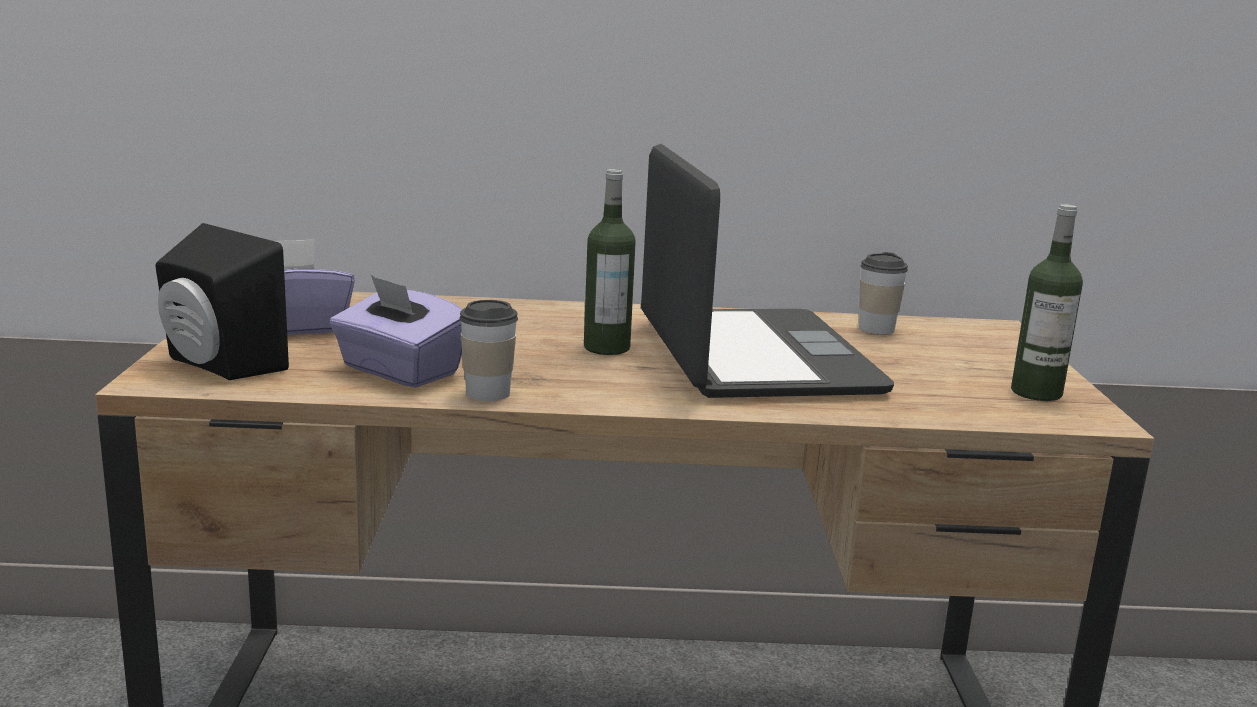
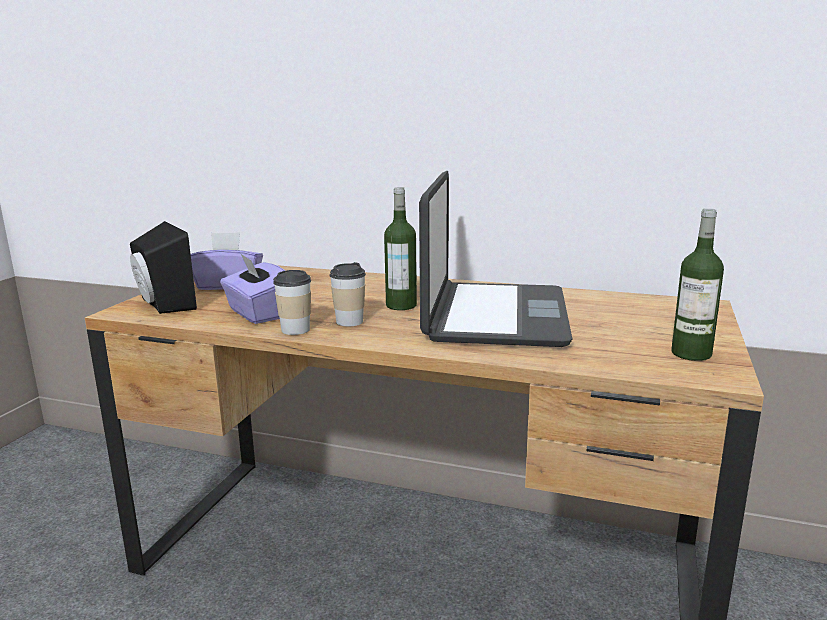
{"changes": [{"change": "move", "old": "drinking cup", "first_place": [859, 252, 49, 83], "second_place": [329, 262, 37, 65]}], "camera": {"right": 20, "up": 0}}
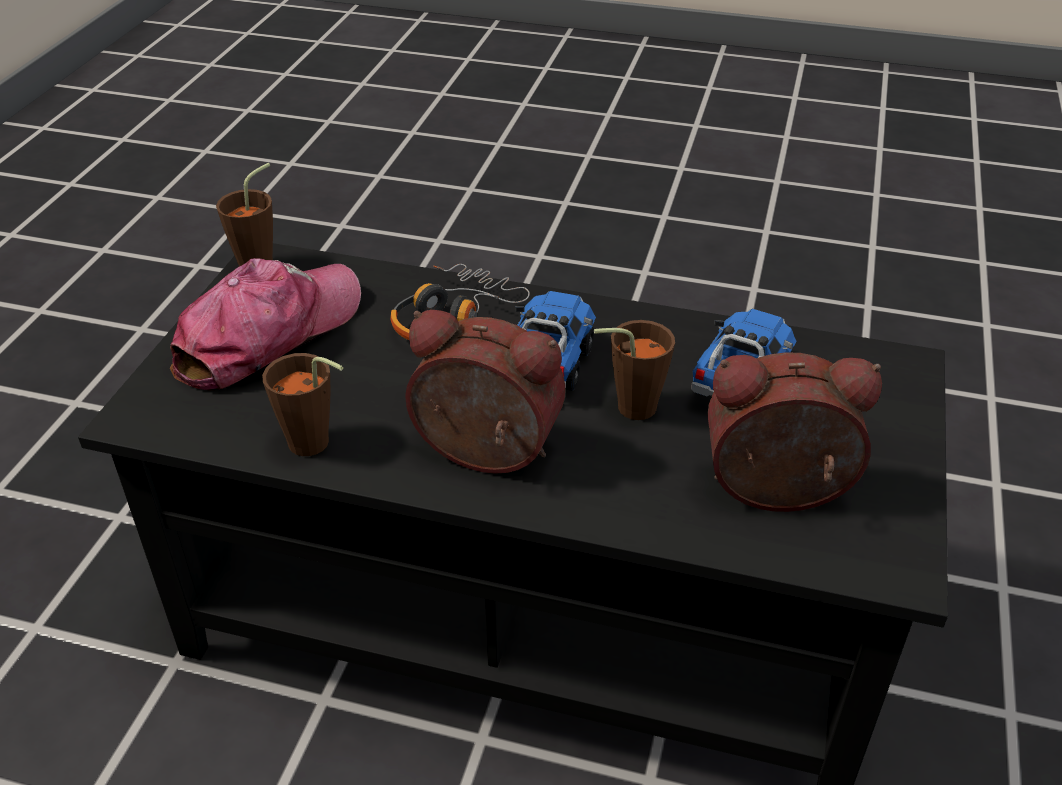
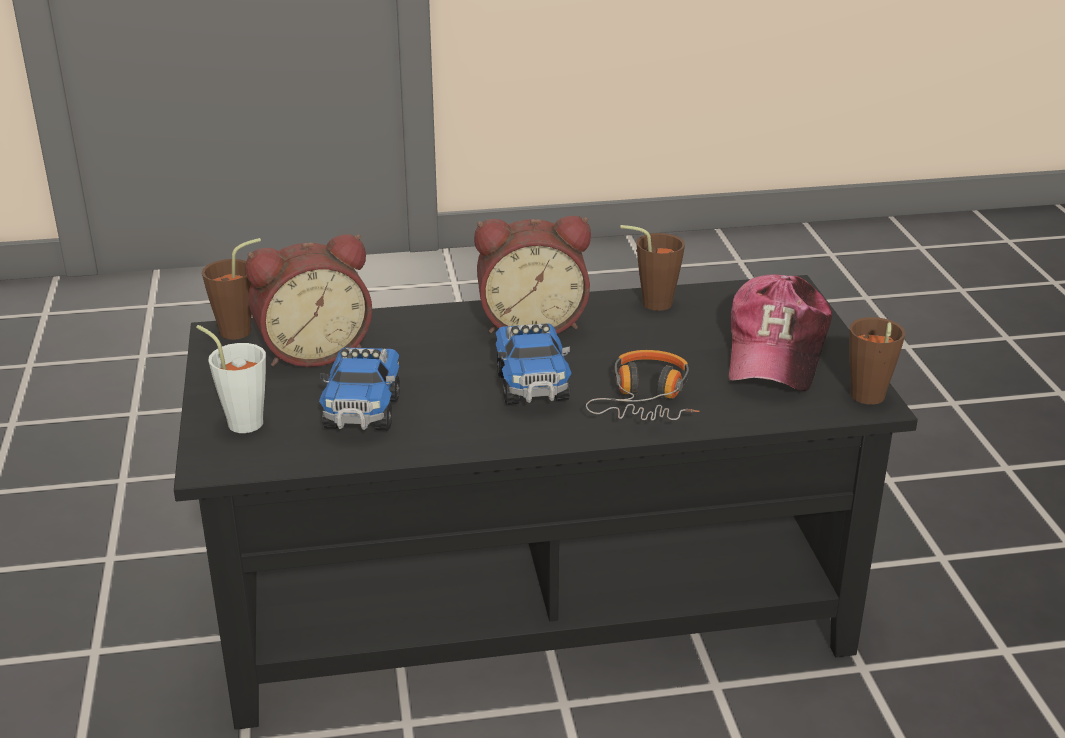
{"changes": [{"change": "move", "old": "drinking cup (brown)", "first_place": [594, 320, 81, 100], "second_place": [202, 238, 59, 102]}, {"change": "insert", "new": "drinking cup (white-coloured)", "second_place": [196, 325, 70, 108]}], "camera": {"right": 155, "up": -10}}
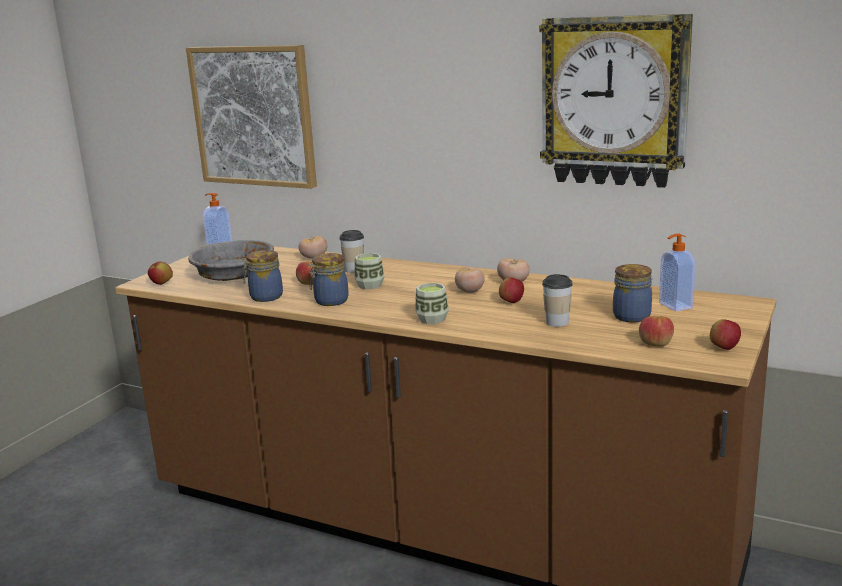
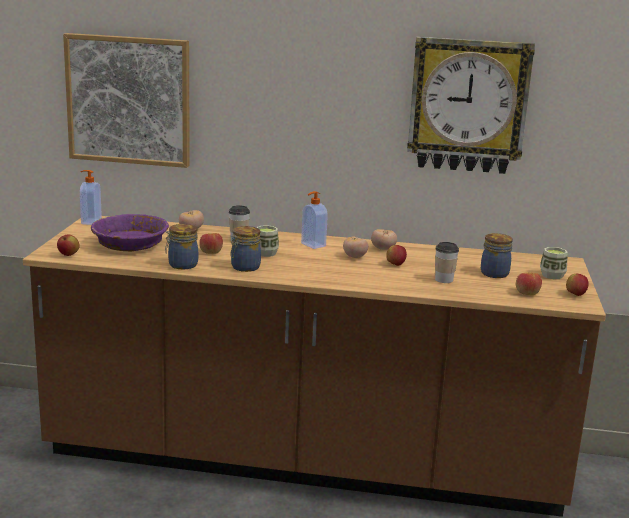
{"changes": [{"change": "recolor", "old": "deep dish (greyish)", "new": "deep dish (purple-coloured)", "first_place": [188, 240, 86, 41], "second_place": [91, 214, 78, 38]}, {"change": "move", "old": "drinking cup", "first_place": [415, 283, 34, 41], "second_place": [540, 247, 28, 32]}, {"change": "move", "old": "liquid soap bottle", "first_place": [659, 234, 37, 78], "second_place": [301, 191, 27, 58]}], "camera": {"right": -20, "up": 0}}
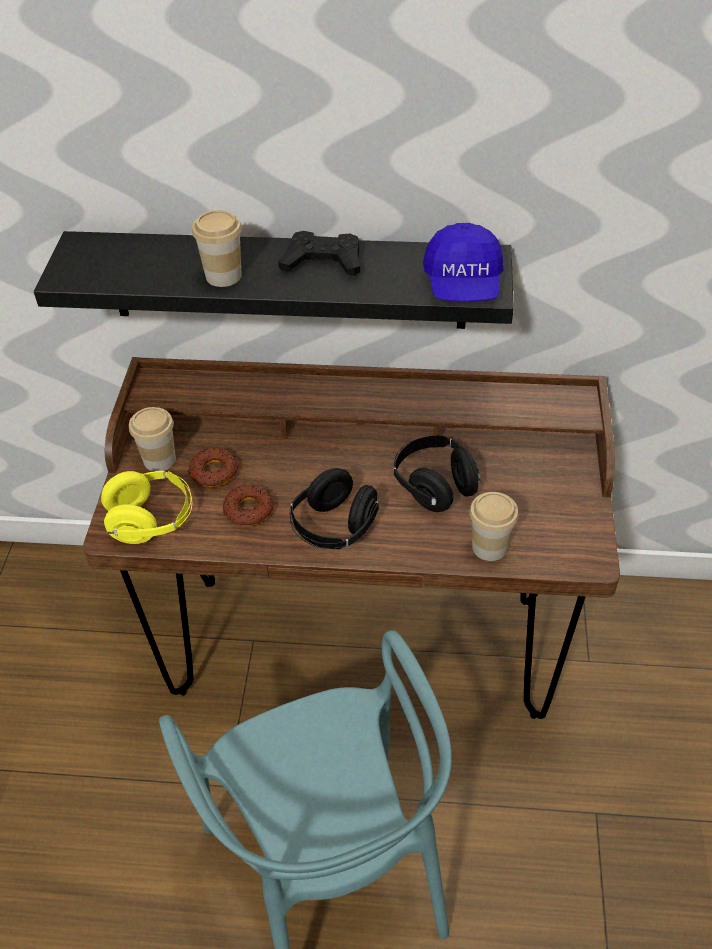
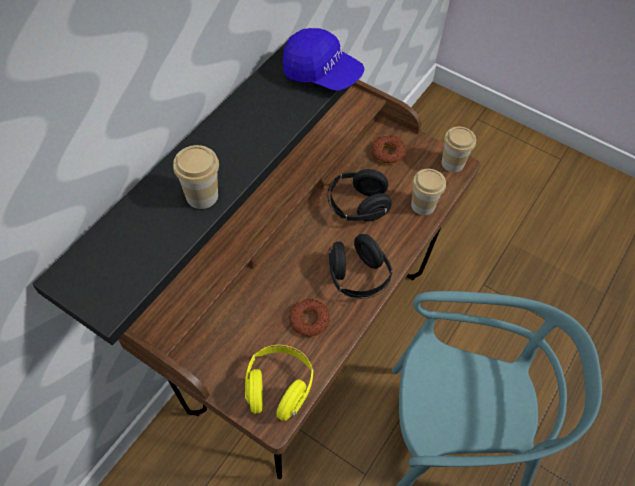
{"changes": [{"change": "move", "old": "drinking cup", "first_place": [129, 407, 47, 65], "second_place": [441, 127, 35, 45]}, {"change": "move", "old": "donut", "first_place": [188, 448, 50, 39], "second_place": [371, 135, 35, 29]}, {"change": "delete", "old": "game controller (black-coloured)", "first_place": [278, 231, 82, 45]}], "camera": {"right": -65, "up": 10}}
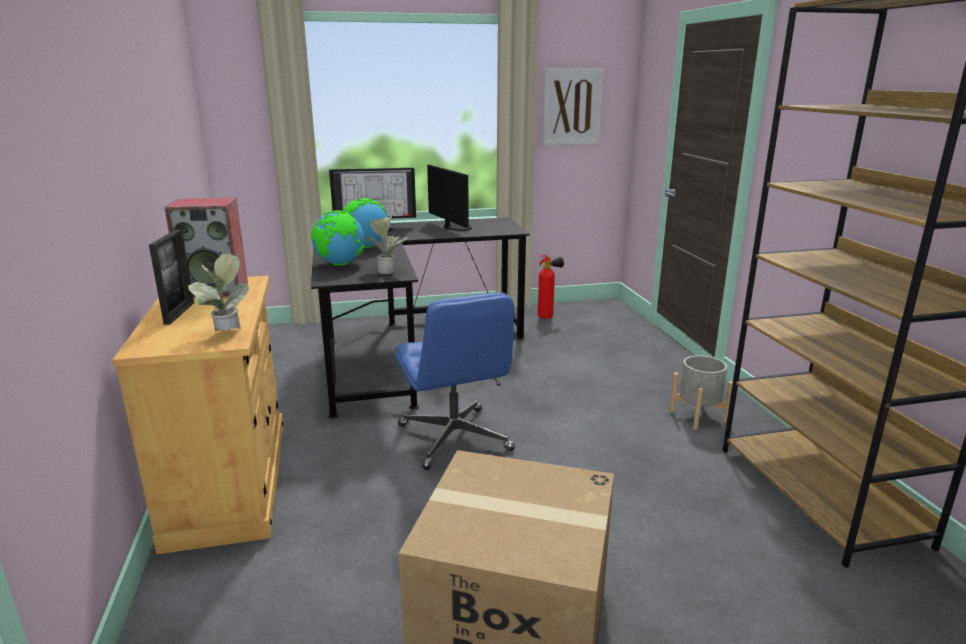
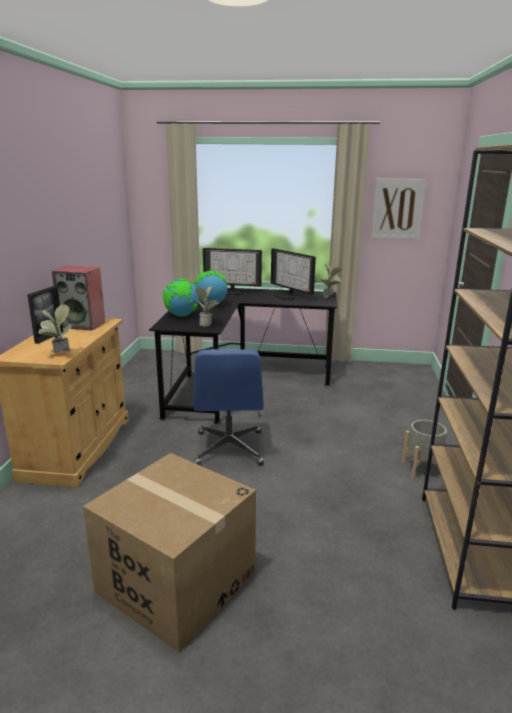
{"changes": [{"change": "rotate", "old": "computer display", "first_place": [427, 165, 45, 66], "second_place": [271, 248, 45, 52], "degrees": 150}, {"change": "delete", "old": "fire extinguisher", "first_place": [538, 255, 26, 64]}, {"change": "insert", "new": "plant in a pot", "second_place": [320, 264, 22, 34]}], "camera": {"right": 20, "up": 0}}
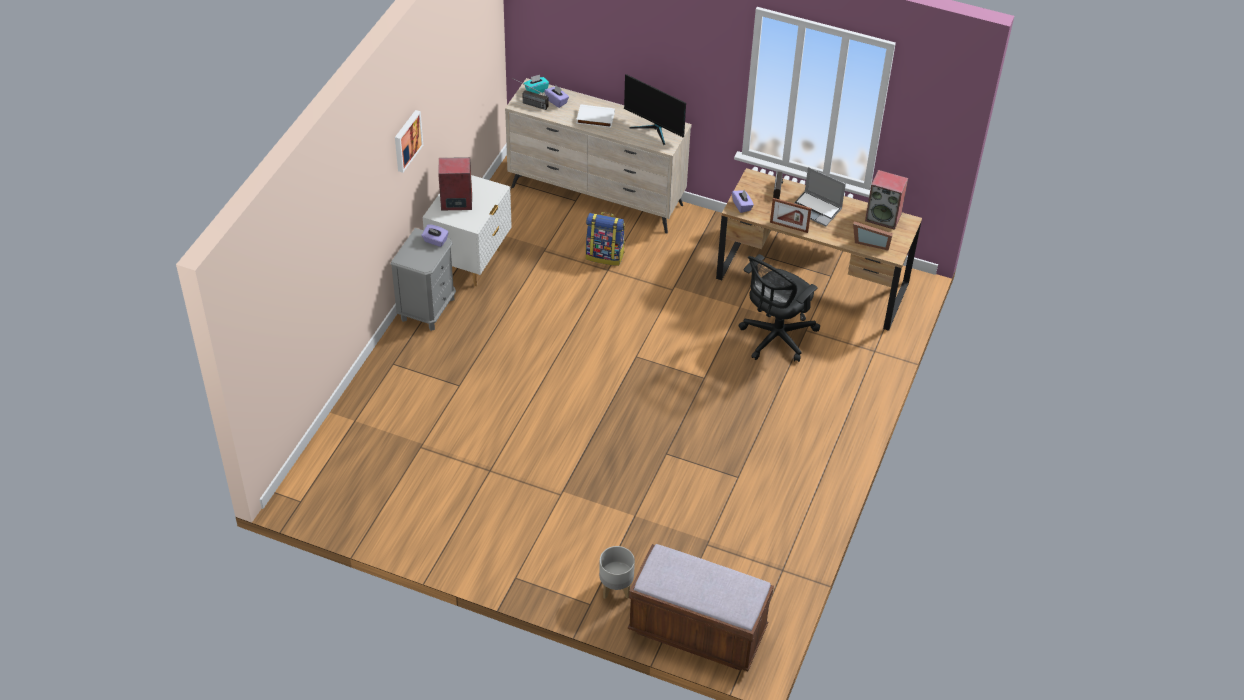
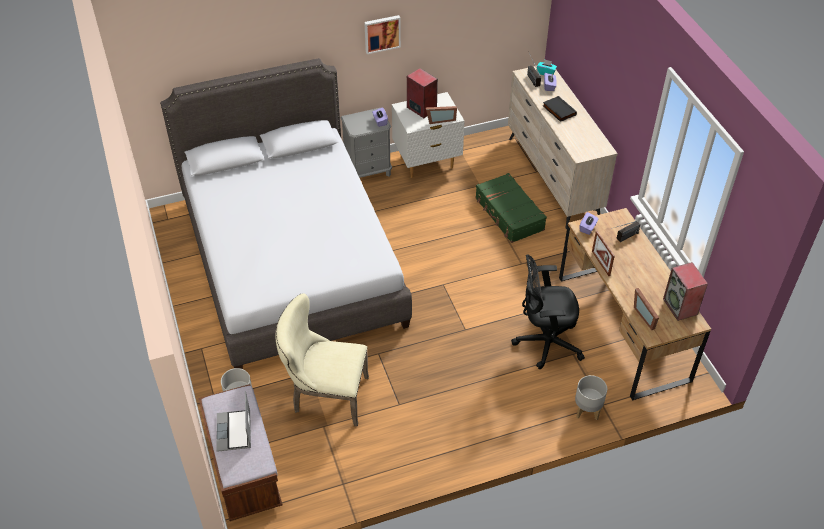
{"changes": [{"change": "recolor", "old": "bound book (white-coloured)", "new": "bound book (black-coloured)", "first_place": [576, 104, 39, 24], "second_place": [543, 96, 34, 26]}, {"change": "replace", "old": "backpack", "new": "piece of luggage (green)", "first_place": [586, 212, 39, 54], "second_place": [475, 173, 72, 70]}, {"change": "delete", "old": "computer display", "first_place": [624, 74, 62, 71]}, {"change": "move", "old": "notebook computer", "first_place": [794, 167, 52, 60], "second_place": [217, 391, 34, 61]}, {"change": "insert", "new": "sleeping bed (greyish)", "second_place": [160, 58, 252, 311]}, {"change": "insert", "new": "chair (sand-coloured)", "second_place": [276, 293, 93, 134]}, {"change": "insert", "new": "photo frame", "second_place": [426, 106, 31, 18]}, {"change": "insert", "new": "planter (greyish)", "second_place": [575, 375, 32, 45]}], "camera": {"right": 50, "up": 0}}
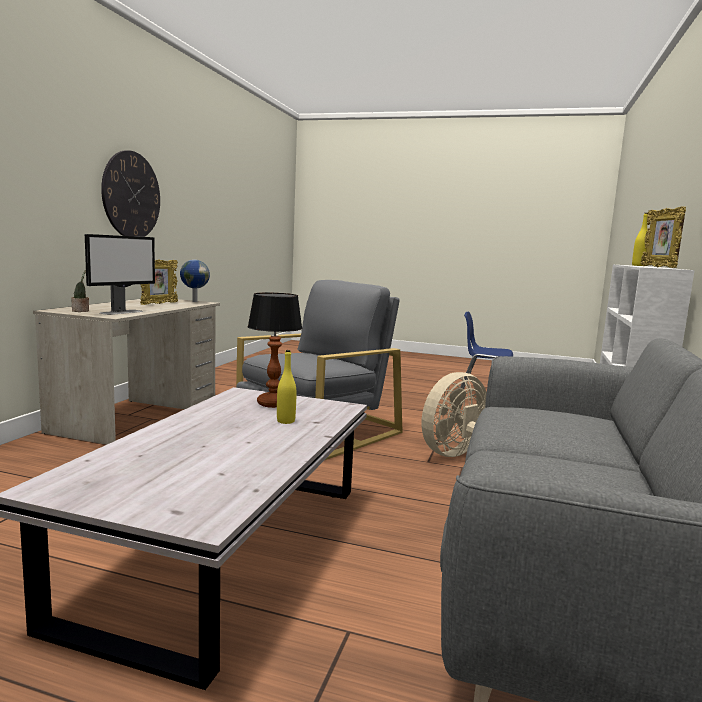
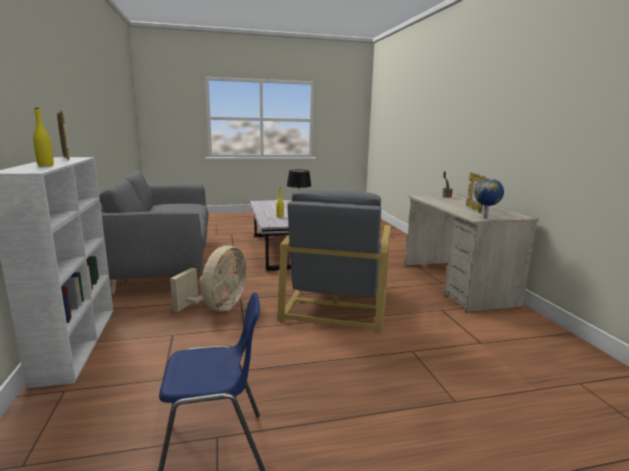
{"changes": [{"change": "delete", "old": "computer display", "first_place": [85, 234, 70, 81]}, {"change": "delete", "old": "hanging clock", "first_place": [101, 150, 59, 87]}], "camera": {"right": 150, "up": 5}}
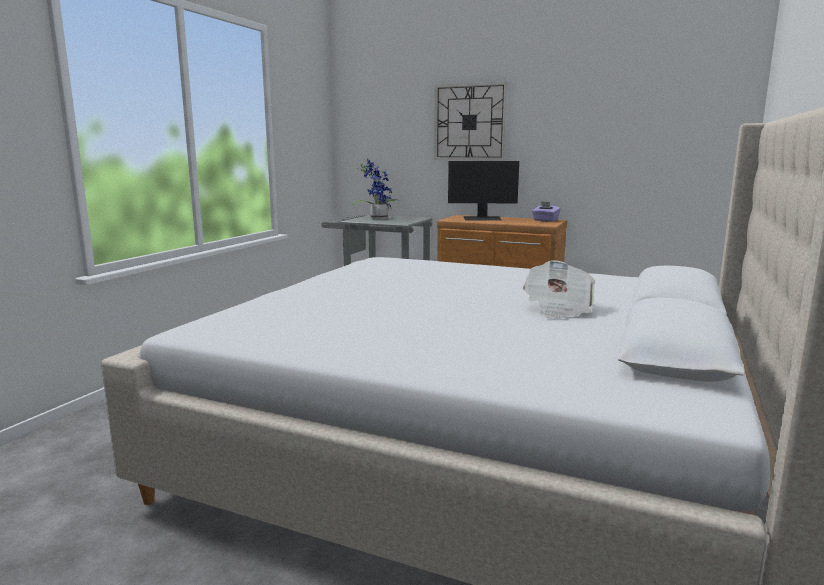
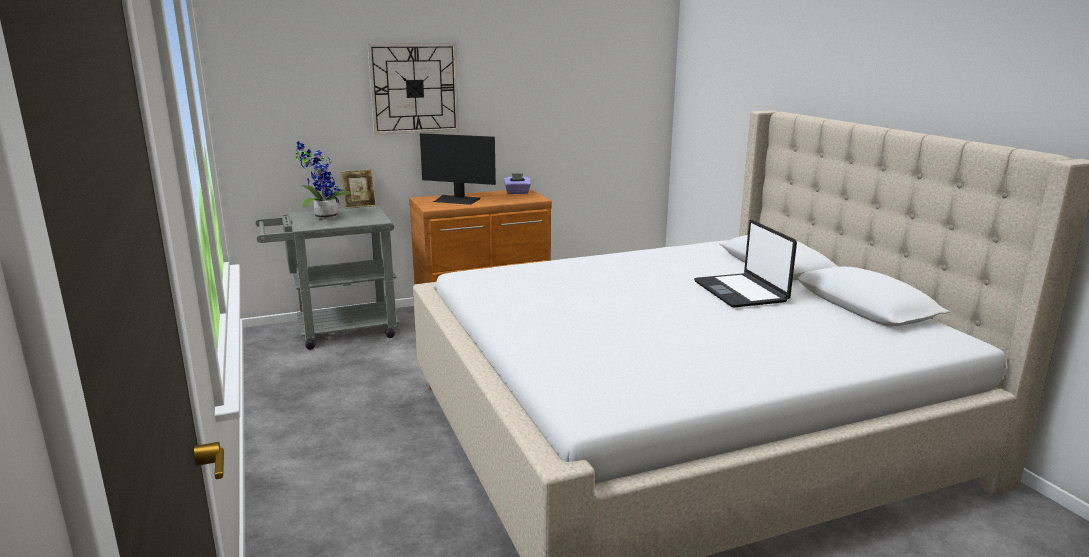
{"changes": [{"change": "rotate", "old": "computer display", "first_place": [448, 161, 71, 60], "second_place": [420, 133, 76, 72], "degrees": 60}, {"change": "replace", "old": "printed paper", "new": "notebook computer", "first_place": [523, 260, 72, 59], "second_place": [694, 220, 103, 88]}, {"change": "insert", "new": "photo frame", "second_place": [340, 169, 37, 40]}], "camera": {"right": -45, "up": 5}}
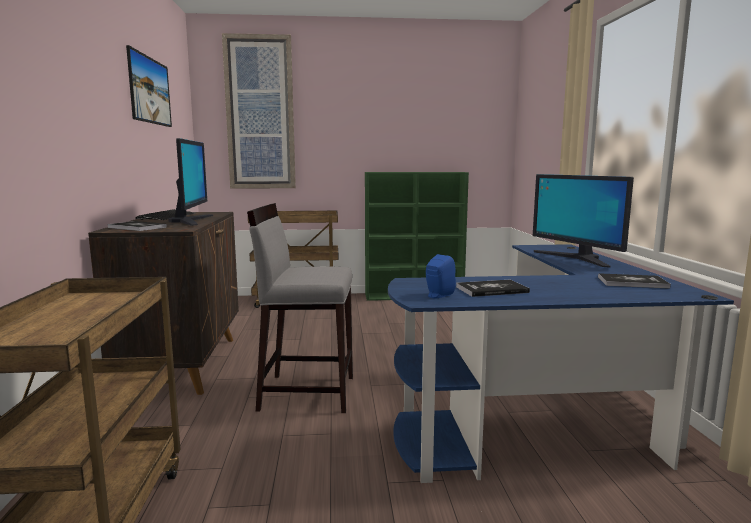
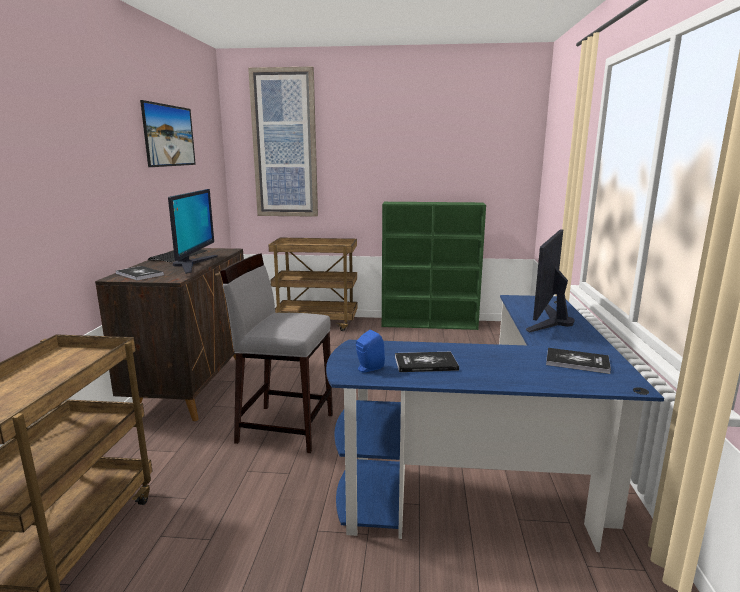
{"changes": [{"change": "rotate", "old": "computer display", "first_place": [533, 174, 101, 94], "second_place": [526, 229, 49, 104], "degrees": 45}], "camera": {"right": 10, "up": 5}}
